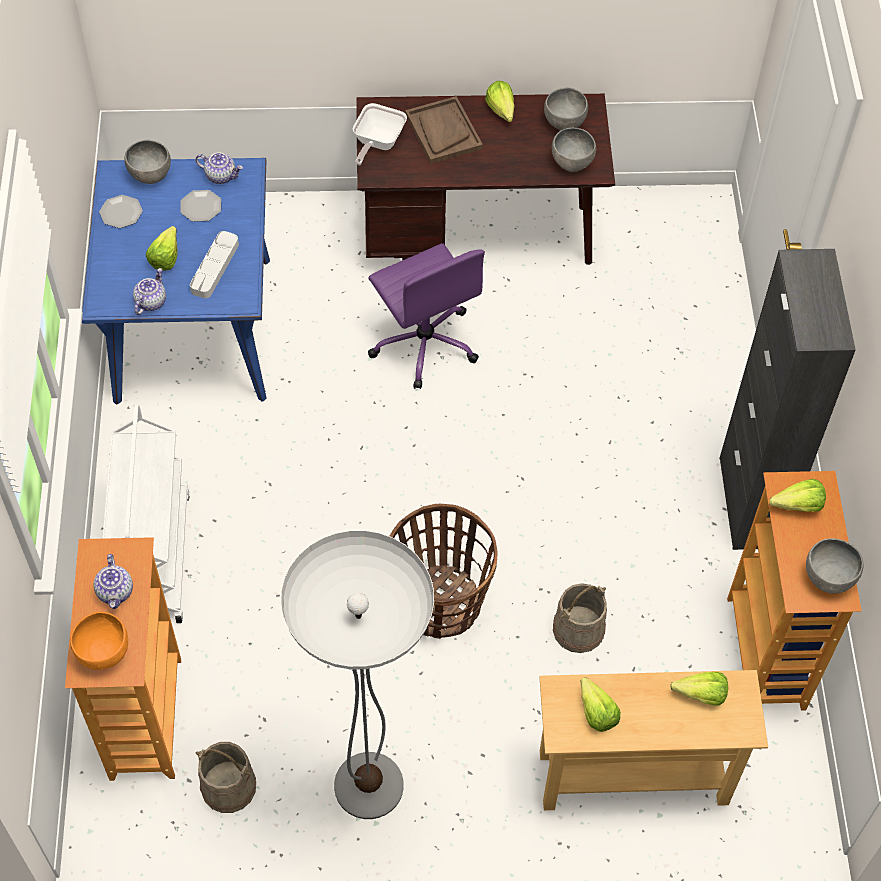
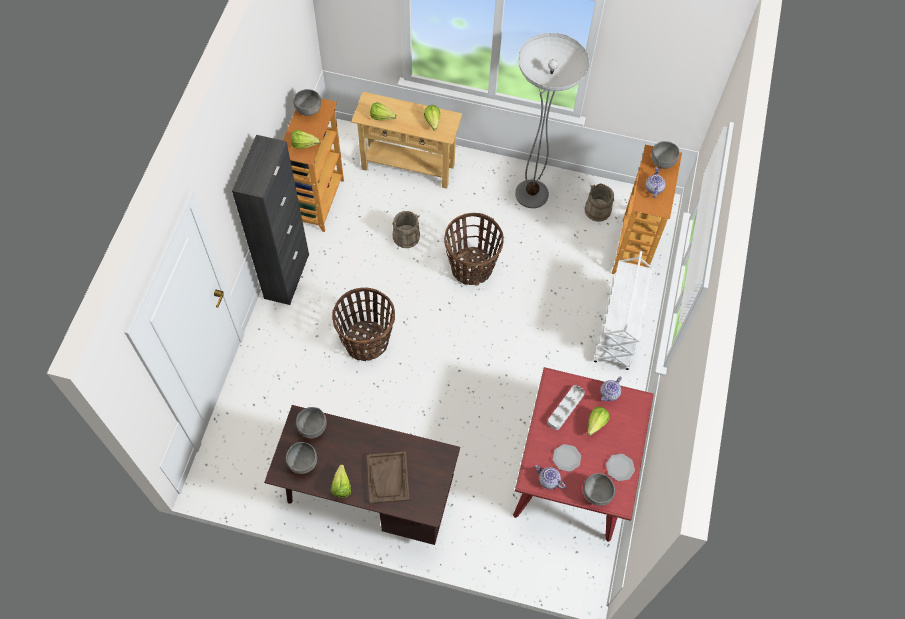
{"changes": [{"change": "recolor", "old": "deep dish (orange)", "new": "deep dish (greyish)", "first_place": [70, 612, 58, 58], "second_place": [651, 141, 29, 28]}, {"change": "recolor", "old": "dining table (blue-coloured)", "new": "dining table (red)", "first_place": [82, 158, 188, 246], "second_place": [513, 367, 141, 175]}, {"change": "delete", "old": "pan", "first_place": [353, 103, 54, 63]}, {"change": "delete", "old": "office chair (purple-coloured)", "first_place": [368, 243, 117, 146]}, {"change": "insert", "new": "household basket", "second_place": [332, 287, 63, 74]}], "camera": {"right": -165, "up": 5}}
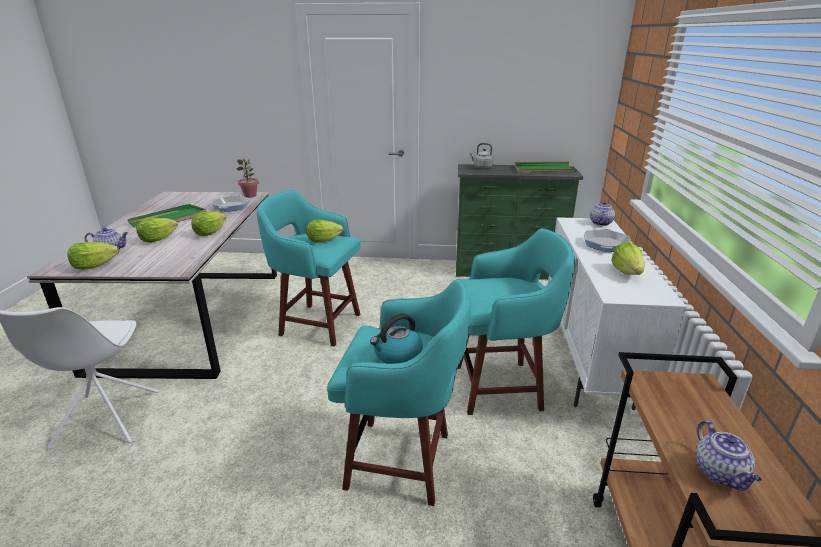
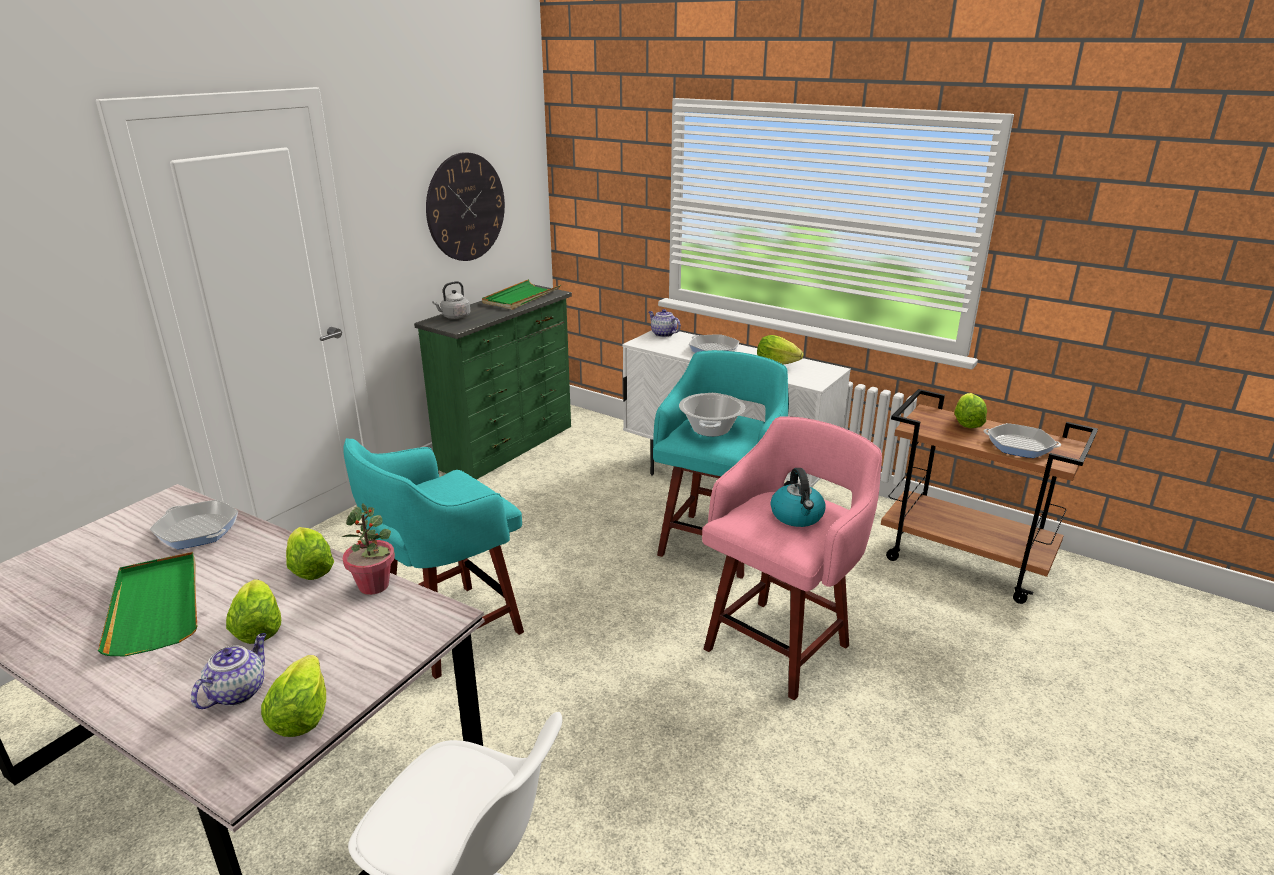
{"changes": [{"change": "move", "old": "plant in a pot", "first_place": [237, 159, 22, 39], "second_place": [342, 503, 53, 92]}, {"change": "move", "old": "head of lettuce", "first_place": [306, 220, 37, 22], "second_place": [954, 393, 33, 35]}, {"change": "recolor", "old": "stool (blue-green)", "new": "stool (pinkish)", "first_place": [327, 279, 144, 227], "second_place": [702, 416, 180, 284]}, {"change": "replace", "old": "teapot", "new": "pan", "first_place": [696, 420, 66, 71], "second_place": [983, 423, 78, 35]}, {"change": "insert", "new": "hanging clock", "second_place": [426, 152, 79, 109]}, {"change": "insert", "new": "saucepot", "second_place": [679, 393, 66, 44]}], "camera": {"right": -60, "up": 0}}
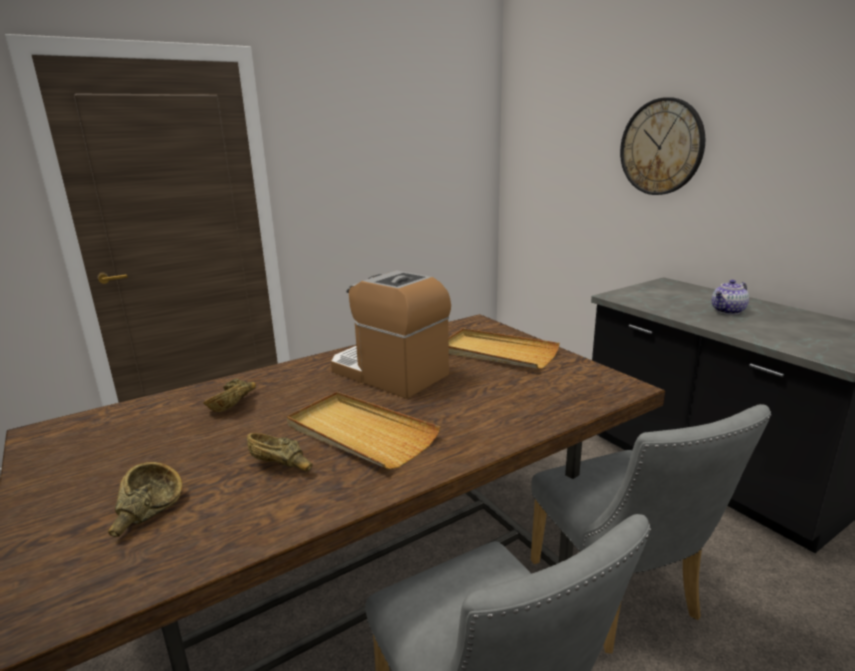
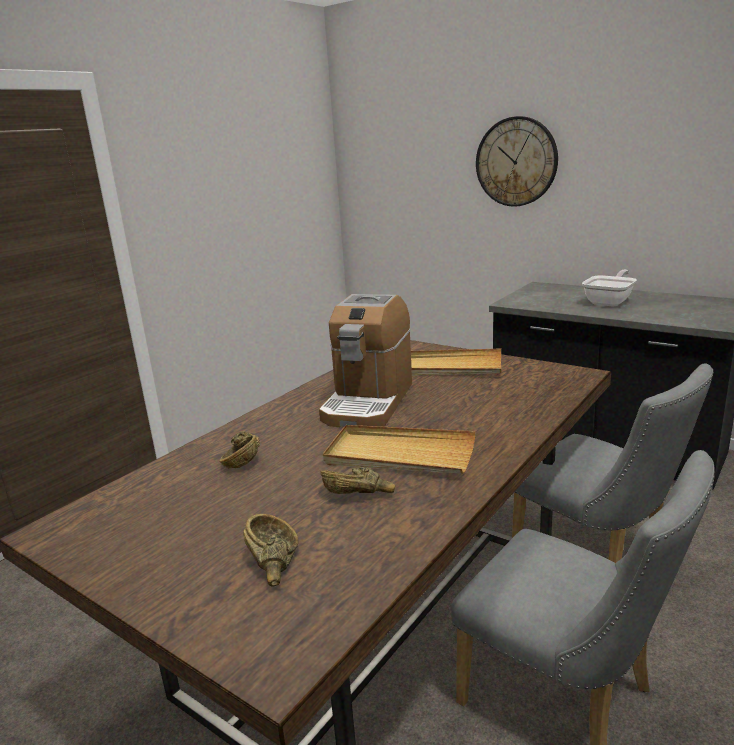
{"changes": [{"change": "rotate", "old": "coffee machine", "first_place": [331, 270, 120, 129], "second_place": [319, 294, 93, 133], "degrees": -90}, {"change": "replace", "old": "teapot", "new": "pan", "first_place": [711, 280, 38, 35], "second_place": [582, 270, 55, 37]}], "camera": {"right": -20, "up": 0}}
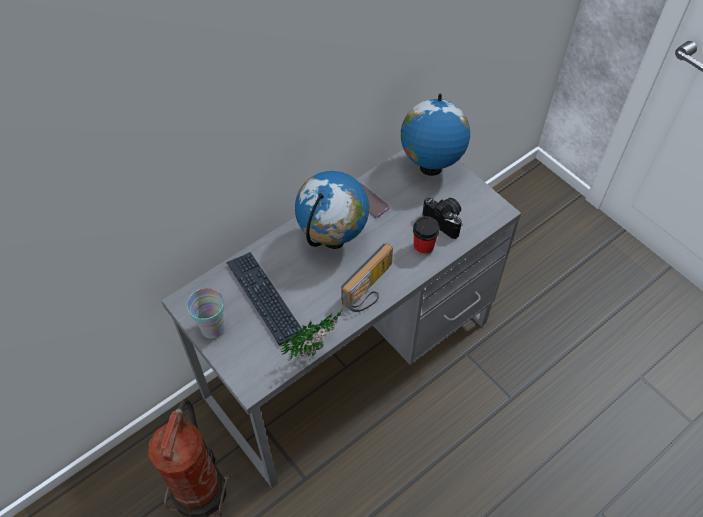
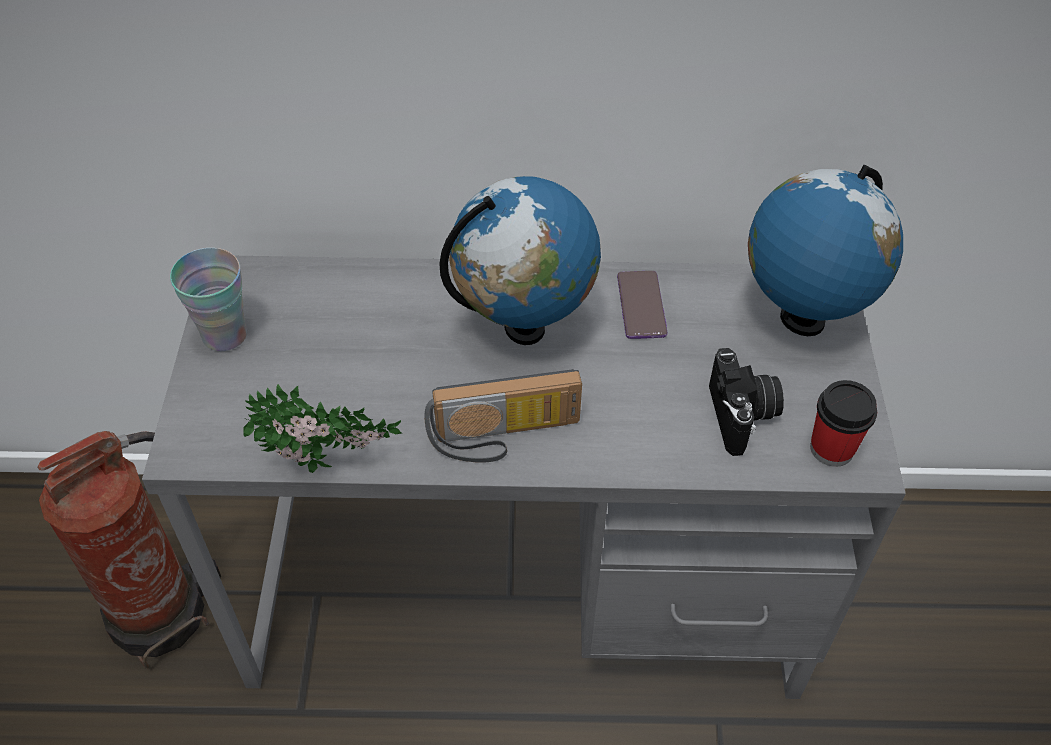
{"changes": [{"change": "delete", "old": "PC keyboard", "first_place": [226, 252, 78, 93]}, {"change": "move", "old": "drinking cup", "first_place": [413, 216, 27, 40], "second_place": [810, 380, 67, 87]}], "camera": {"right": 40, "up": -5}}
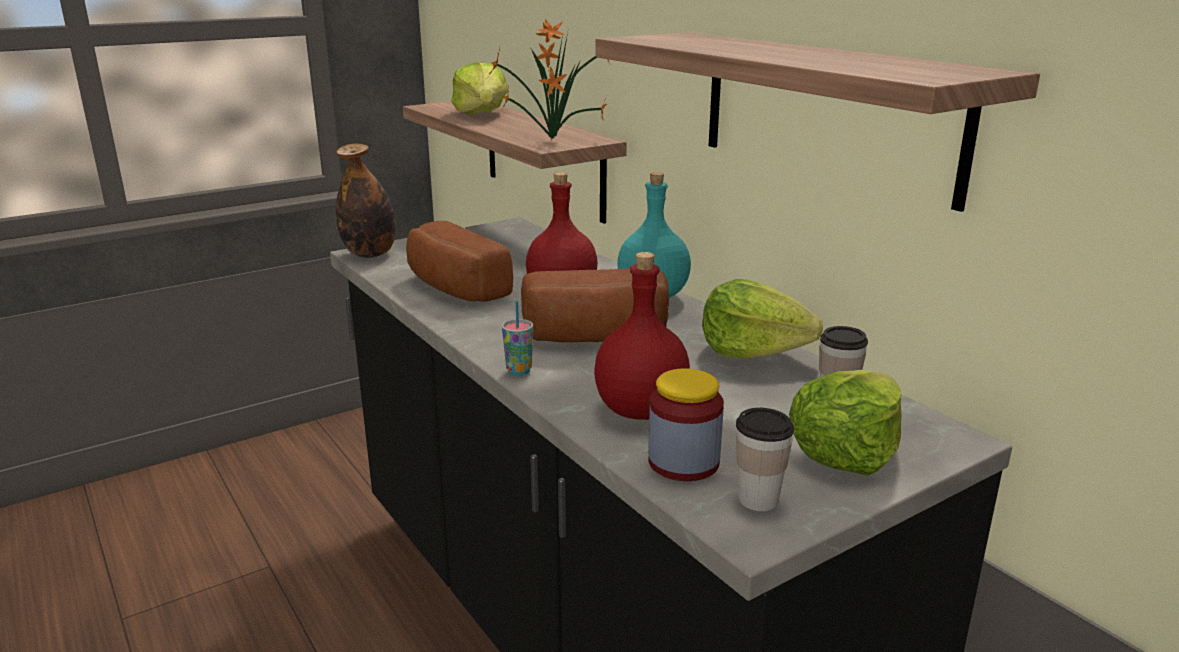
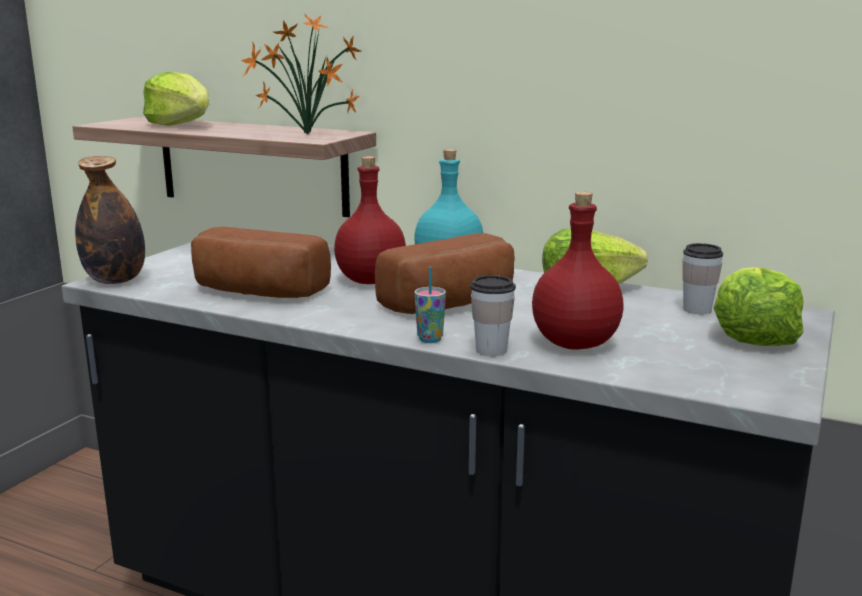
{"changes": [{"change": "delete", "old": "wall shelf", "first_place": [595, 32, 445, 180]}, {"change": "delete", "old": "preserve jar", "first_place": [648, 368, 76, 113]}, {"change": "move", "old": "drinking cup", "first_place": [736, 408, 58, 103], "second_place": [470, 275, 46, 81]}], "camera": {"right": -30, "up": -5}}
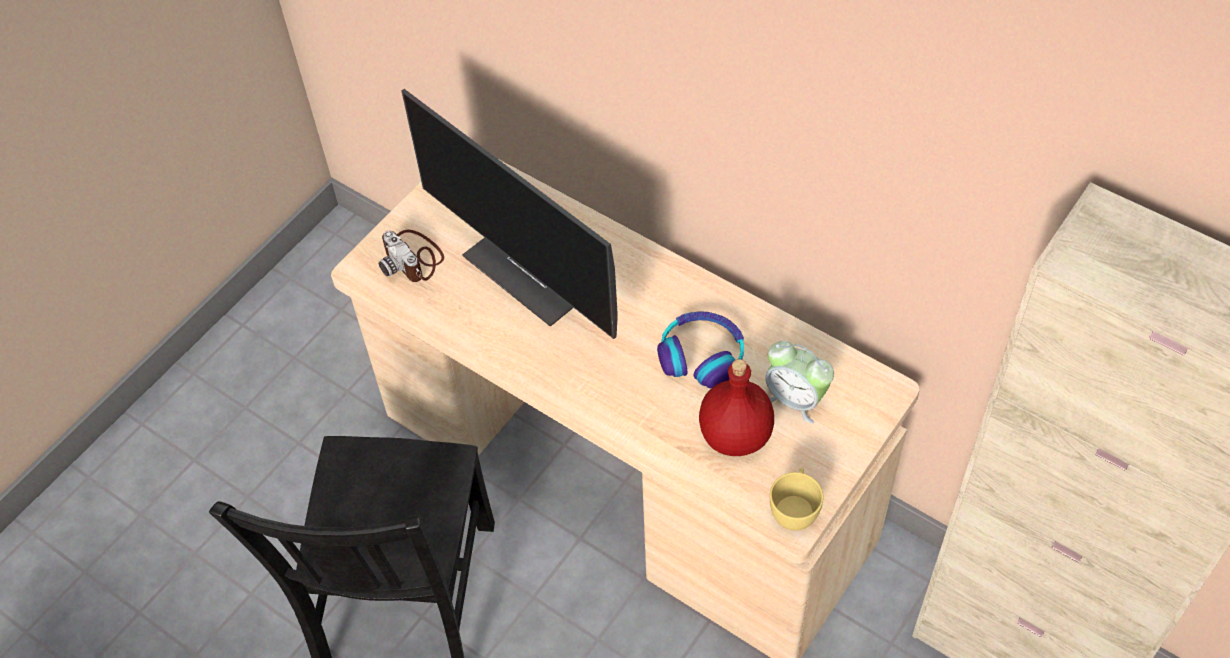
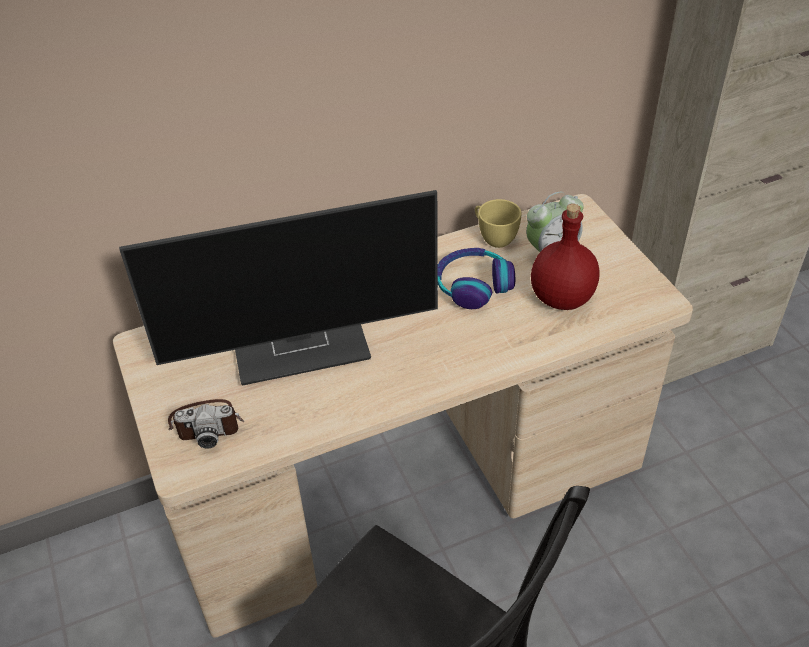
{"changes": [{"change": "move", "old": "drinking cup (yellowish)", "first_place": [770, 468, 54, 63], "second_place": [475, 199, 47, 49]}], "camera": {"right": -60, "up": -10}}
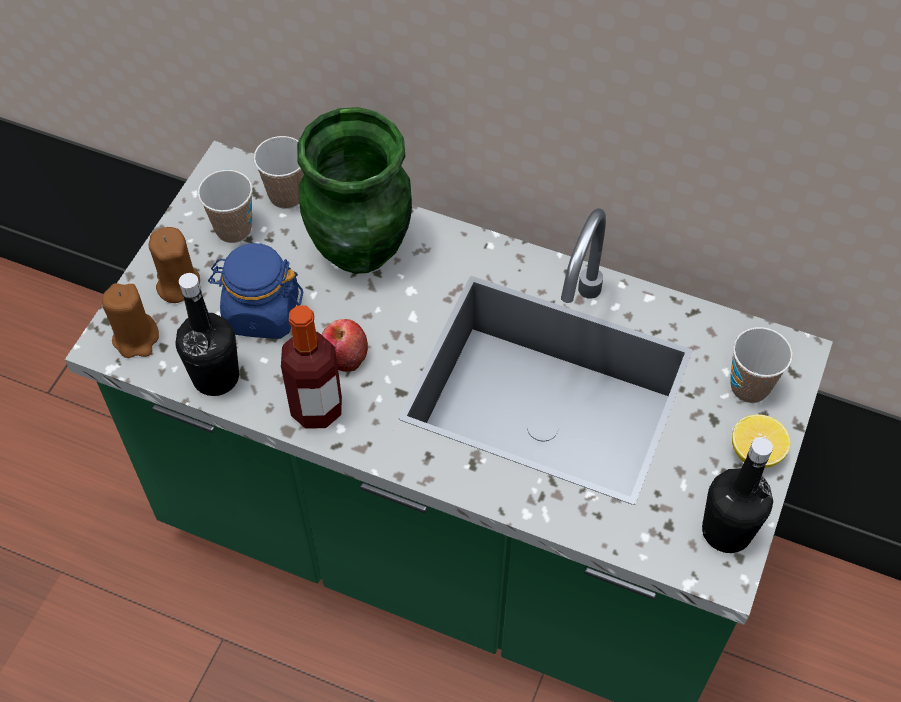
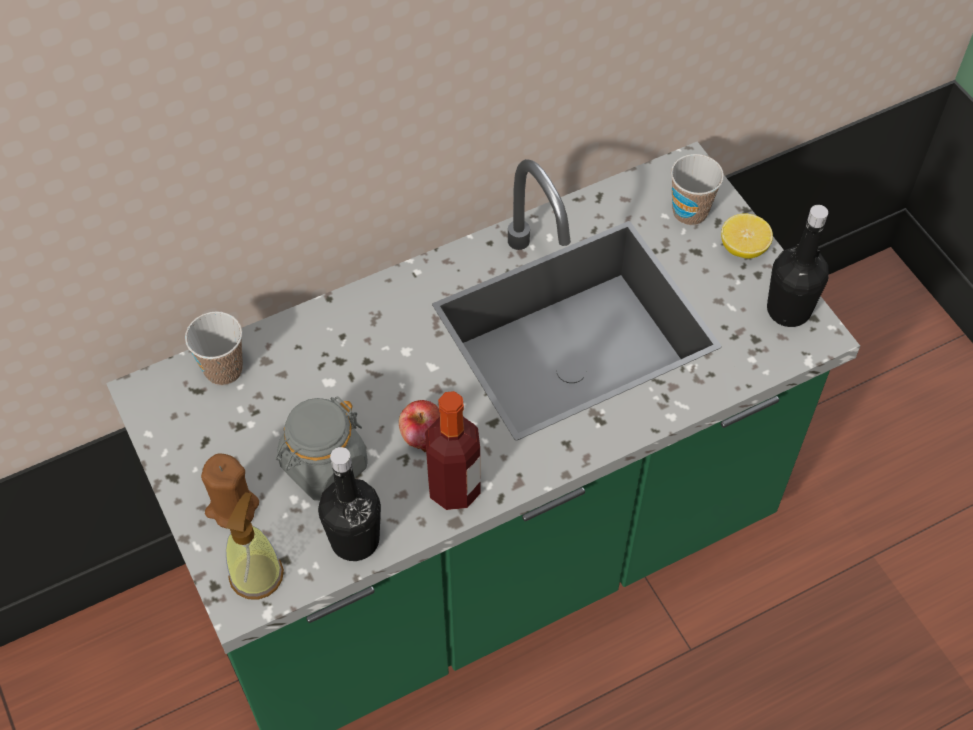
{"changes": [{"change": "replace", "old": "wax candle (brown)", "new": "liquid soap bottle", "first_place": [102, 283, 57, 75], "second_place": [226, 492, 58, 108]}, {"change": "delete", "old": "drinking cup", "first_place": [198, 170, 54, 73]}, {"change": "recolor", "old": "preserve jar (blue-coloured)", "new": "preserve jar (greyish)", "first_place": [208, 243, 96, 96], "second_place": [275, 397, 92, 104]}, {"change": "delete", "old": "vase (green)", "first_place": [297, 107, 115, 167]}], "camera": {"right": -50, "up": 0}}
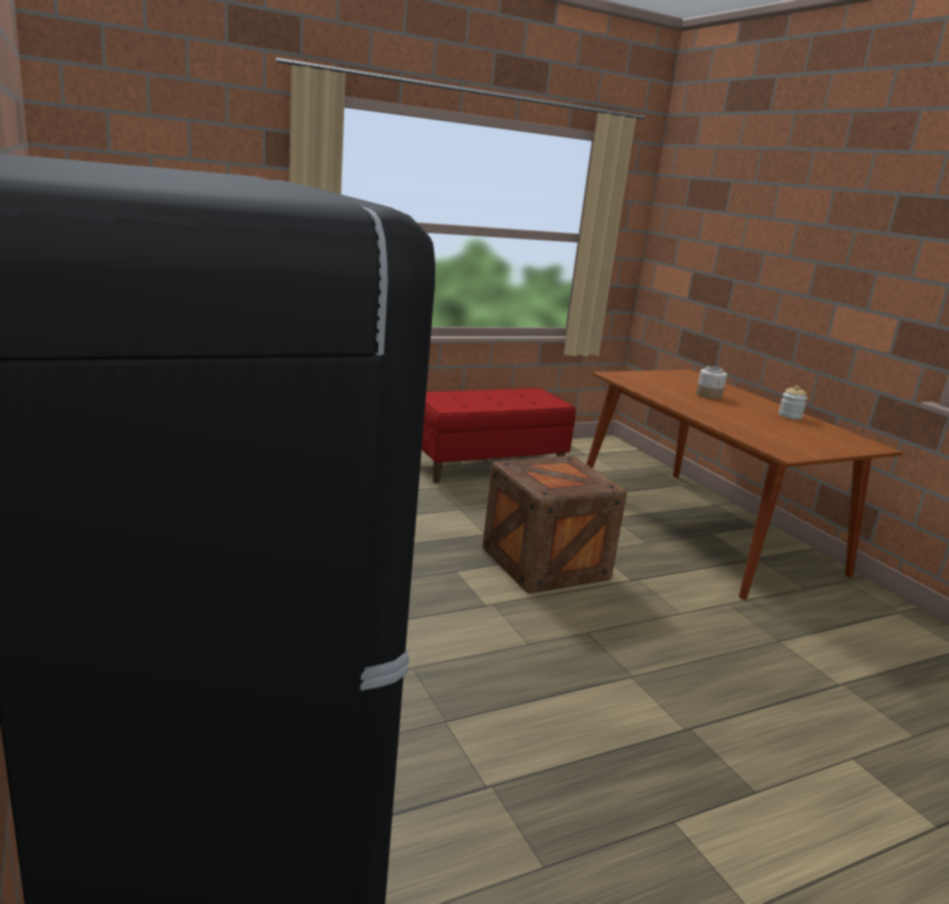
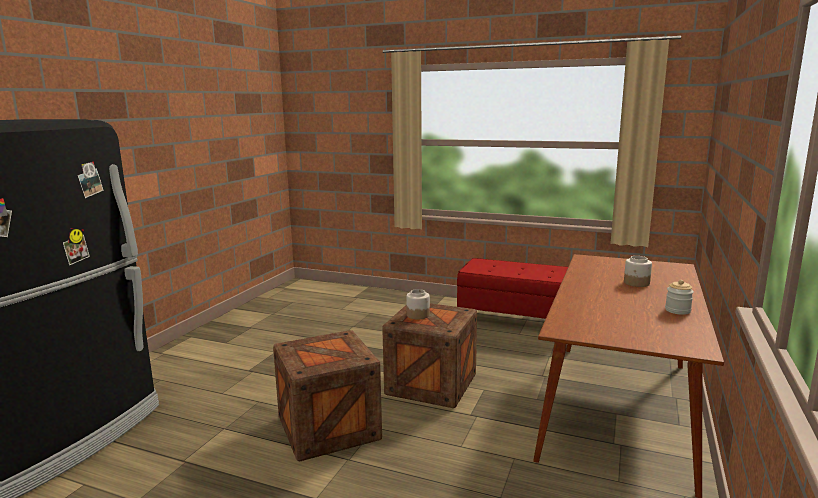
{"changes": [{"change": "insert", "new": "crate", "second_place": [273, 330, 109, 131]}, {"change": "insert", "new": "preserve jar", "second_place": [406, 289, 24, 30]}], "camera": {"right": 50, "up": -5}}
